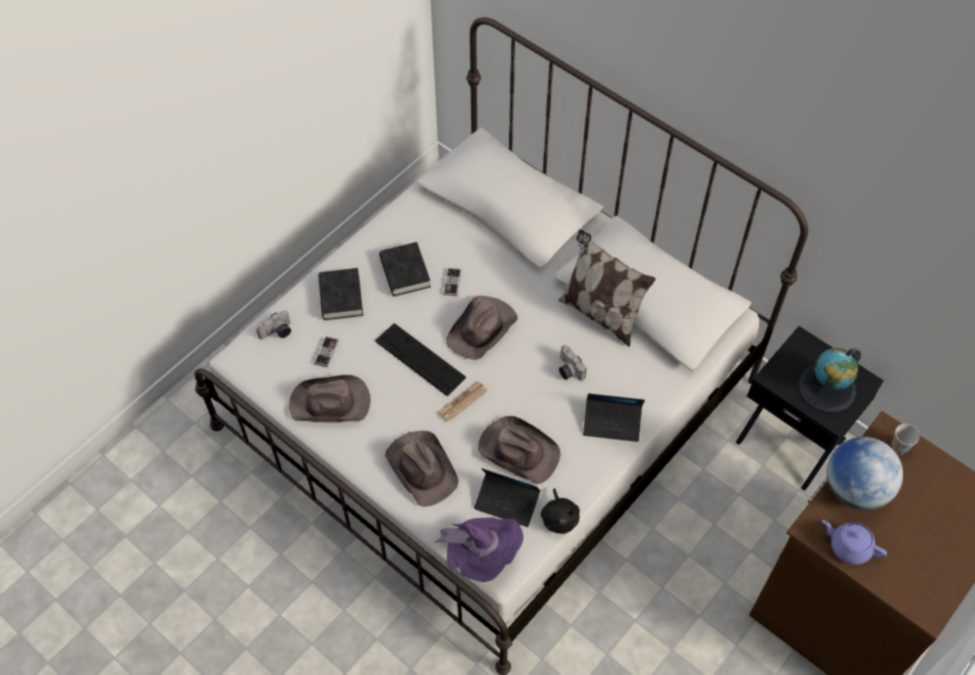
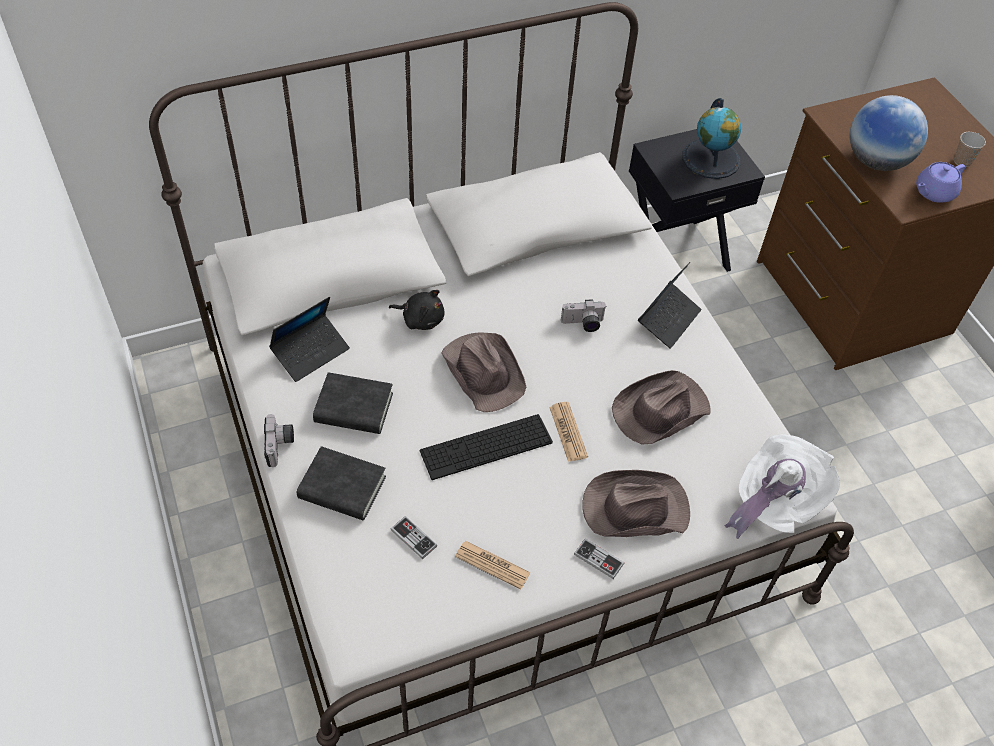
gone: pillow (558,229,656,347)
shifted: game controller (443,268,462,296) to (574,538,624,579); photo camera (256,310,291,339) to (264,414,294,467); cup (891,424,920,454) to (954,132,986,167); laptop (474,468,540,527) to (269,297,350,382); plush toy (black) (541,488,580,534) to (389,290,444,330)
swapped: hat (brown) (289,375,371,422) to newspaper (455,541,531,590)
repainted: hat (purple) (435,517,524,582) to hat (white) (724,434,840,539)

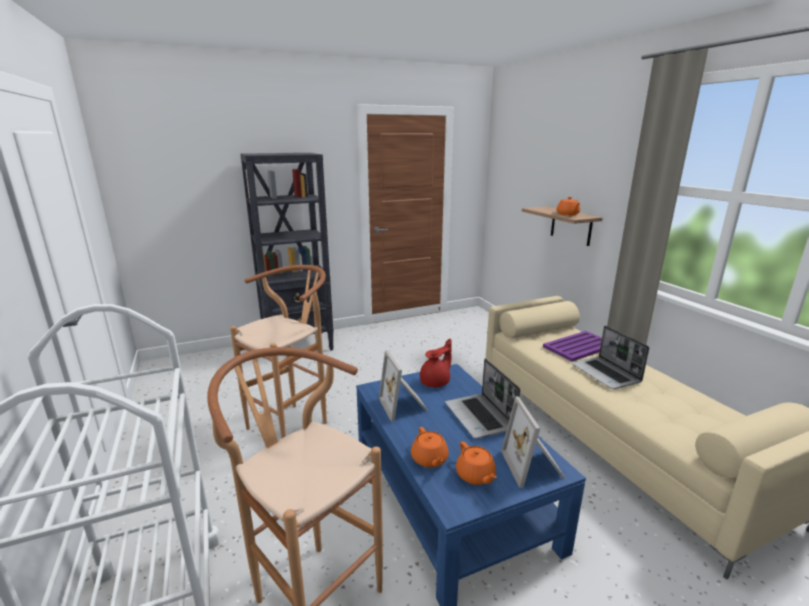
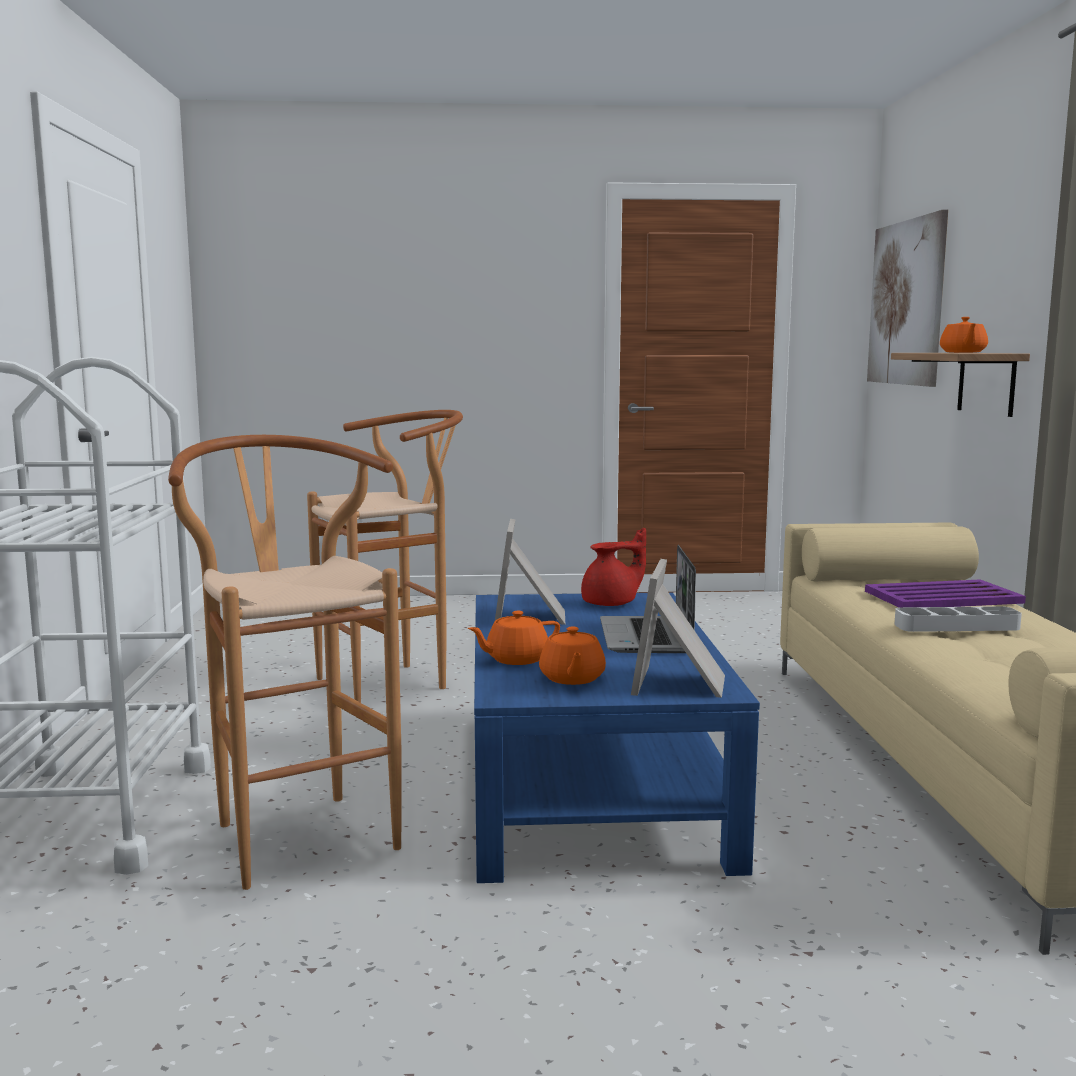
gone: bookcase (black) (241,153,334,357)
new: picture (867,210,948,387)
swapped: laptop (571,326,649,389) to tray (grey) (894,606,1022,632)
rotated: teapot (orange) (411,427,448,468) = (468,611,560,665) 60 degrees clockwise

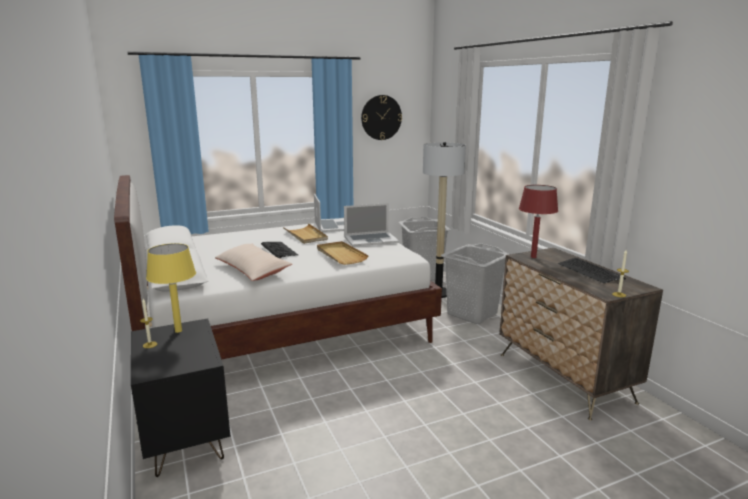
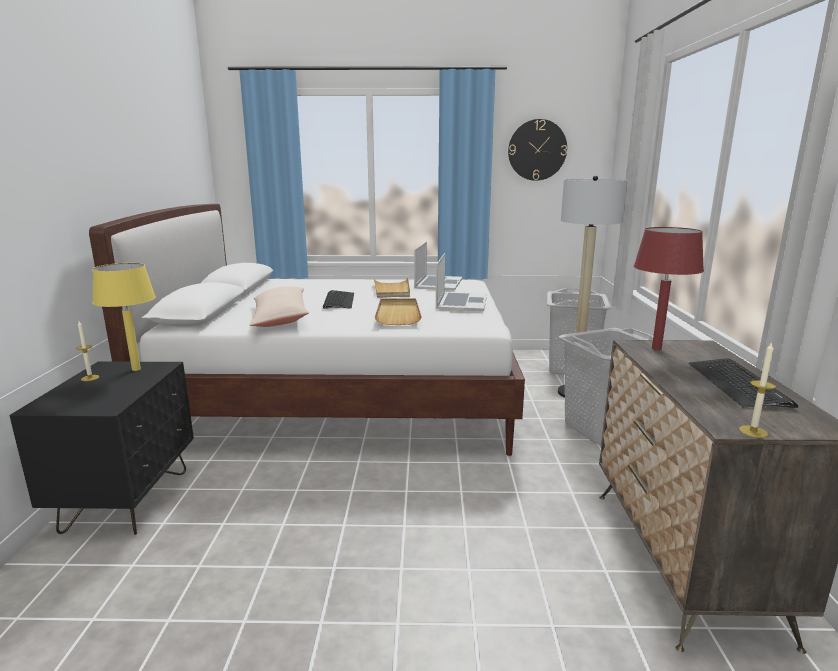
rotated: laptop (344,203,399,247) = (436,253,487,311) 90 degrees counterclockwise

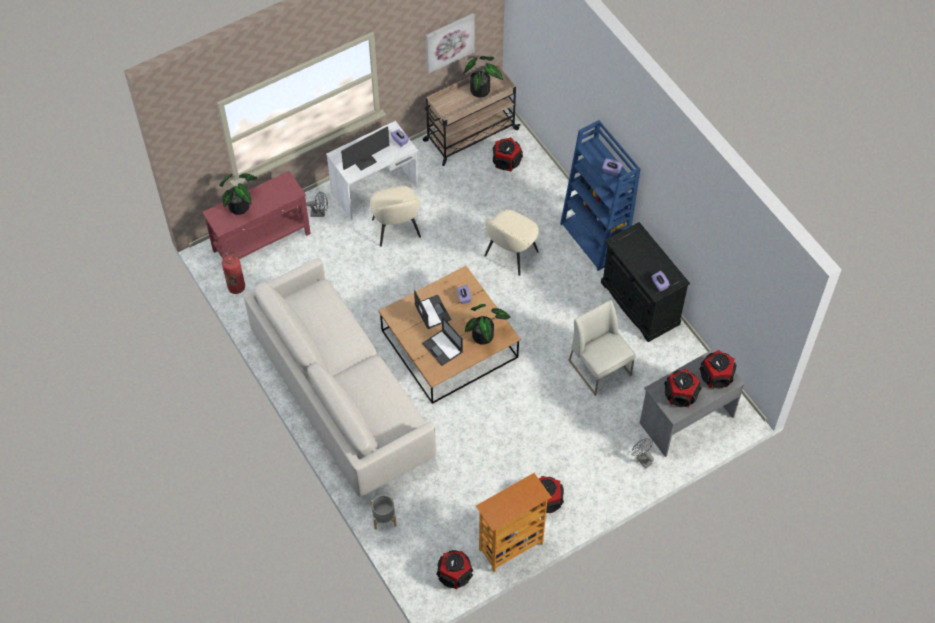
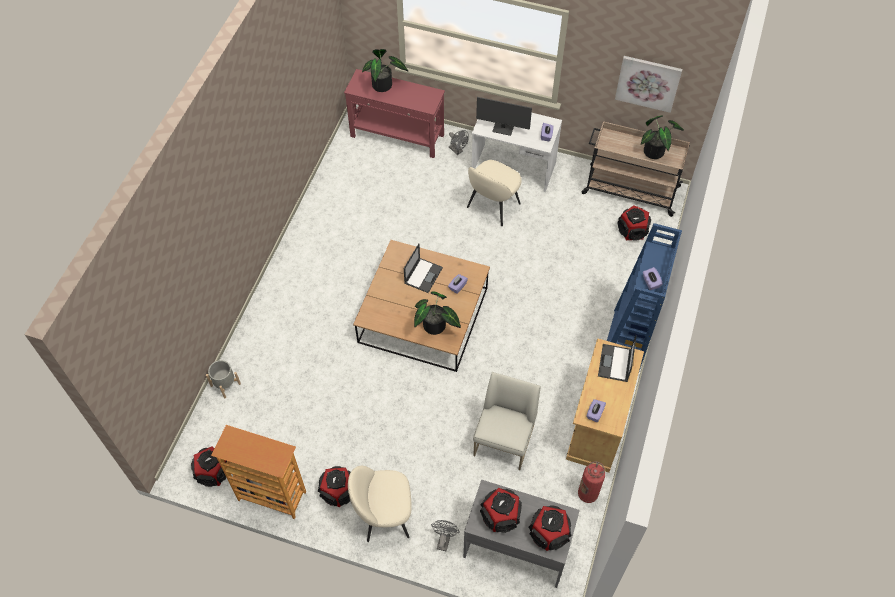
gone: sofa (white) (243,258,436,497)
shifted: chair (beige) (484,209,539,276) to (348,466,412,542); fire extinguisher (222,251,245,294) to (578,461,605,503); laptop (422,316,463,366) to (598,335,636,382)
repainted: cabinet (black) (601,222,690,342) to cabinet (beige) (566,338,644,473)

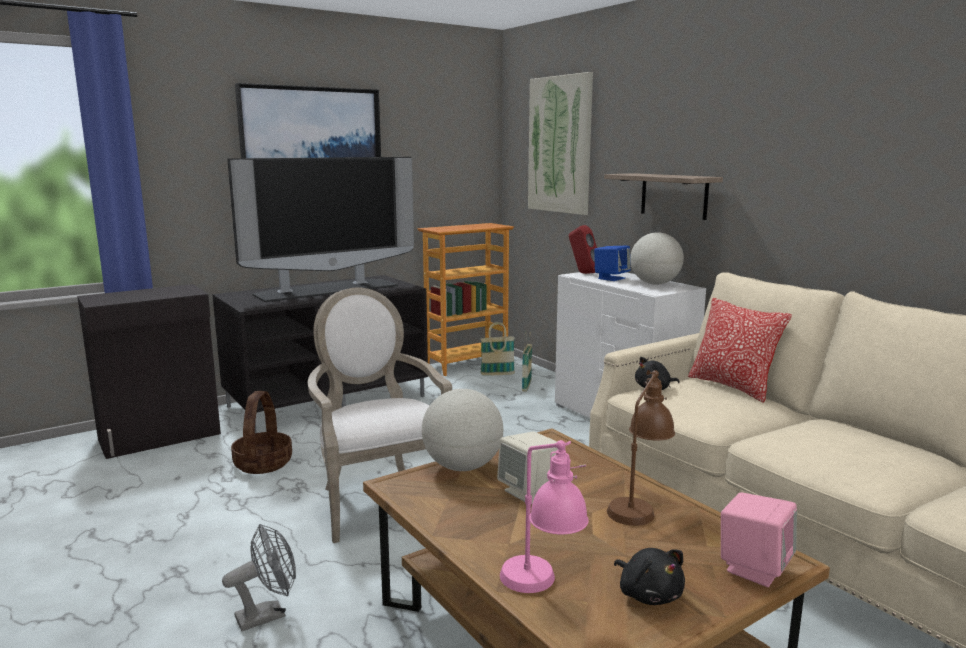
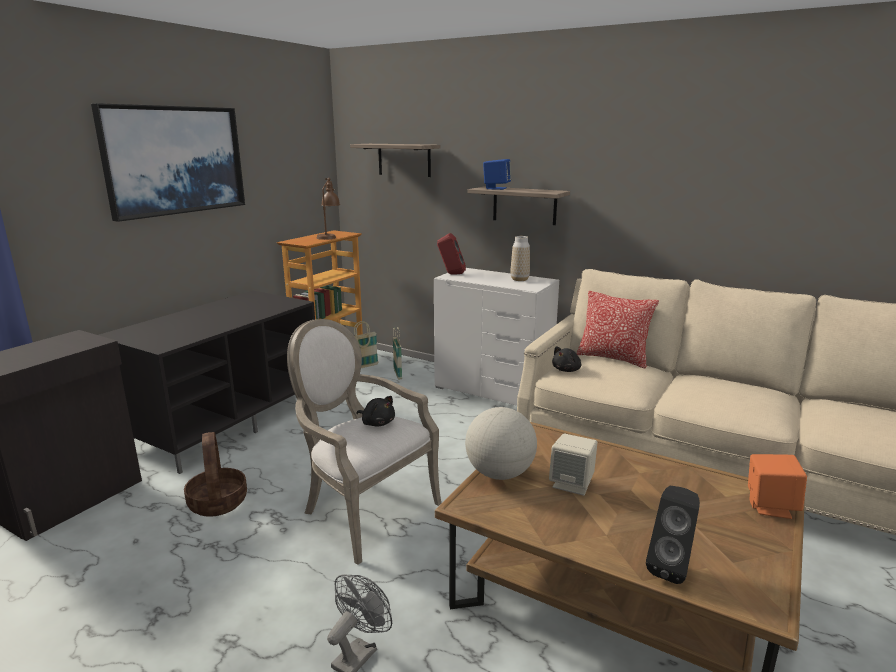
gone: television (227,157,414,302)
shifted: speaker (blue) (594,246,630,281) to (483,159,511,190); table lamp (brown) (607,370,675,526) to (317,178,340,240); plush toy (black) (614,548,685,605) to (356,396,395,426)
swapped: picture (528,72,593,215) to shelf (350,144,440,177); globe (630,232,684,285) to vase (510,236,530,281); table lamp (pink) (500,440,589,593) to speaker (black) (646,486,700,584)
repainted: speaker (pink) (721,492,797,587) to speaker (orange) (748,454,807,519)

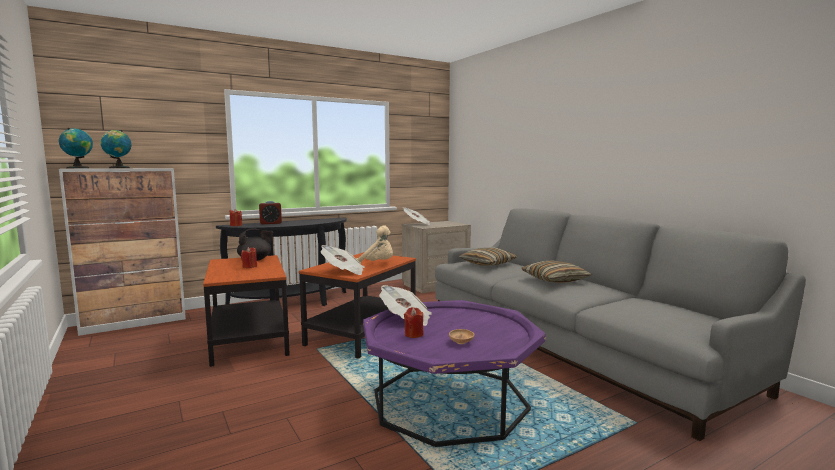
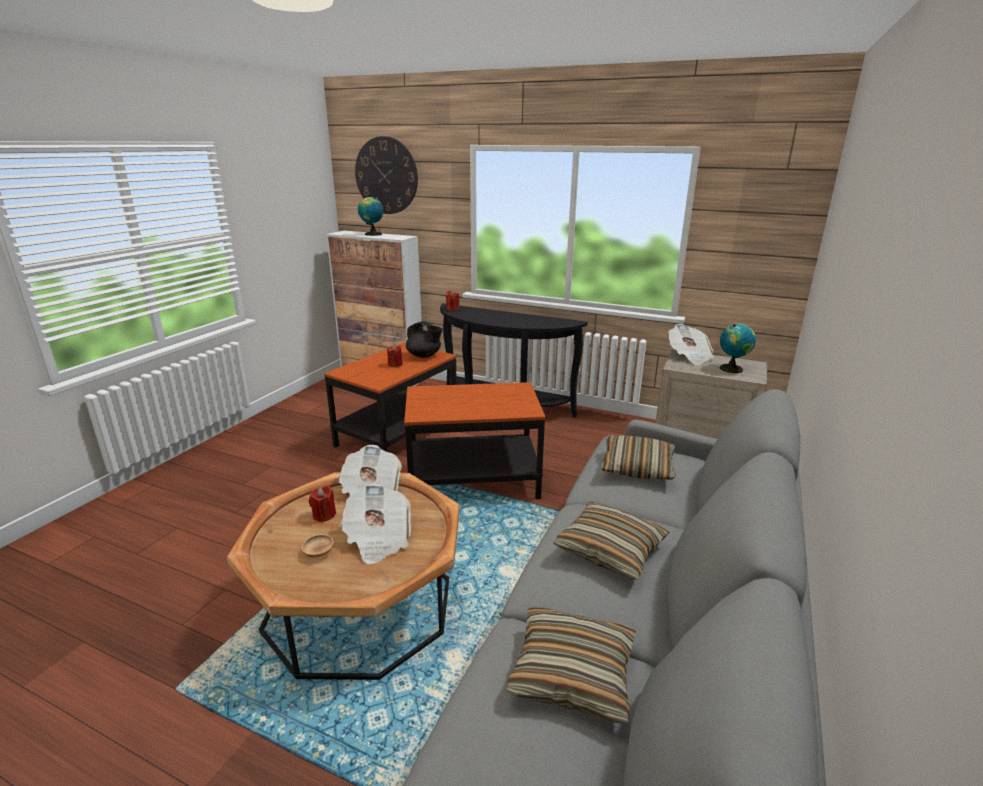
gone: alarm clock (259,201,282,224); plush toy (beige) (356,225,393,263)
new: wall clock (355,136,418,214); pillow (507,606,636,724)
shifted: globe (59,128,93,169) to (720,324,756,373); newspaper (320,245,365,275) to (340,483,411,564)
repainted: coffee table (purple) (363,300,546,447) to coffee table (brown) (227,472,459,680)

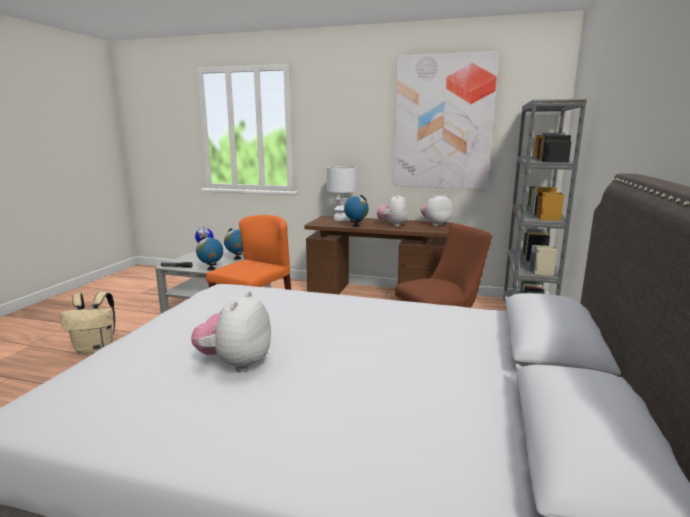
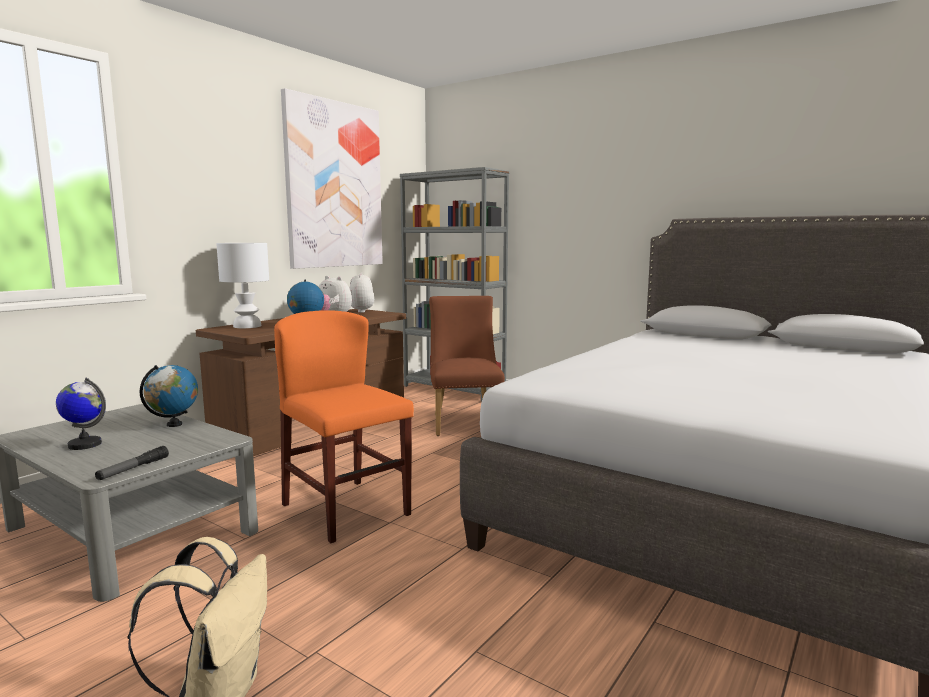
gone: globe (196,236,223,271); plush toy (191,291,271,372)

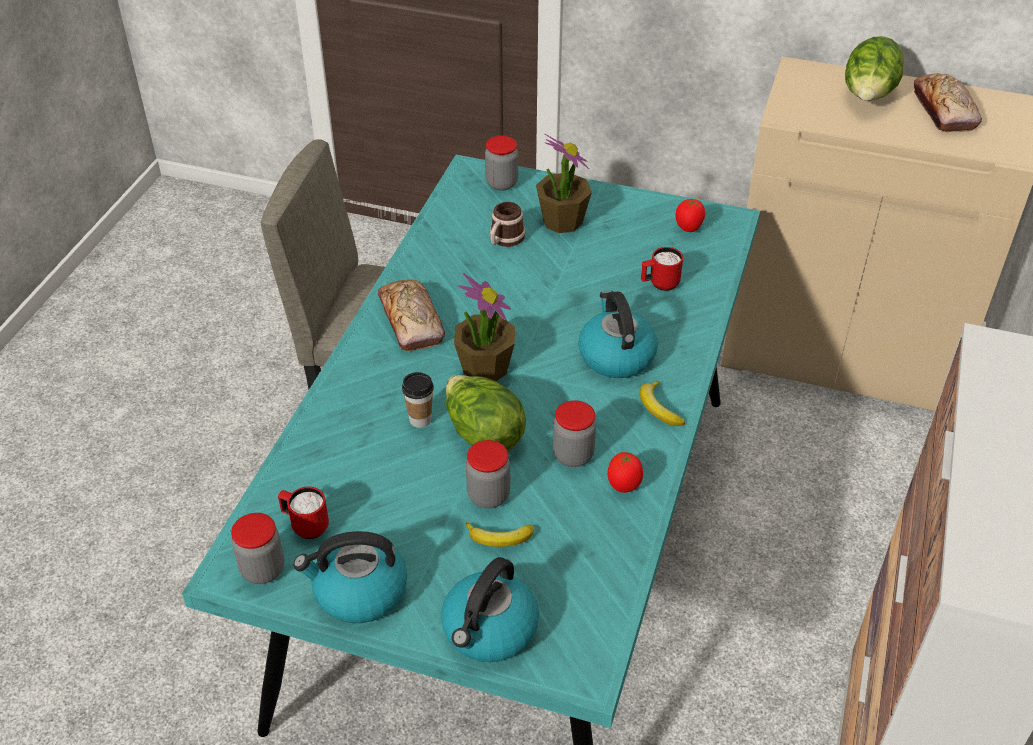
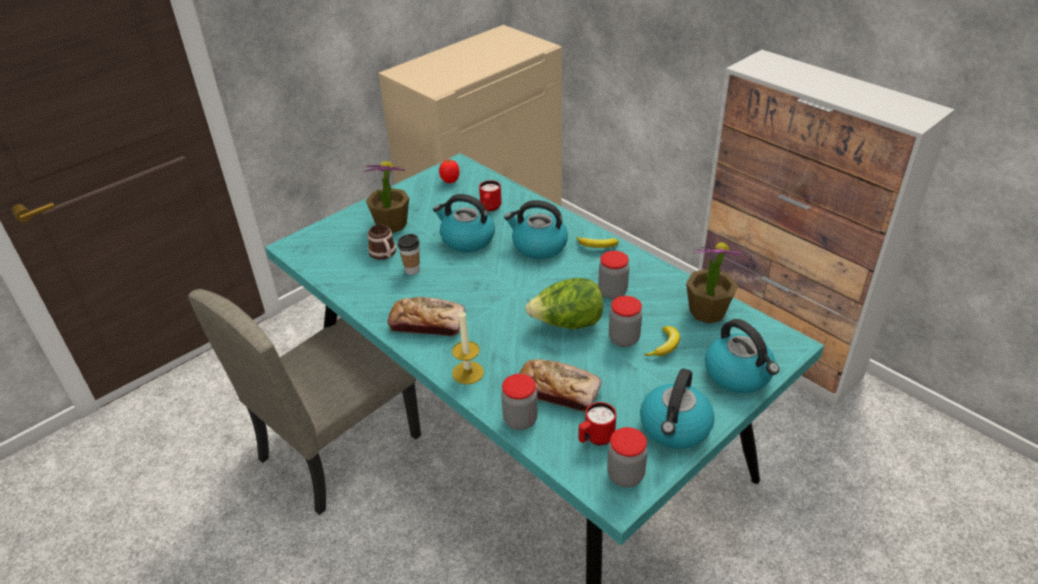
gone: lettuce (845,36,904,101); tomato (608,452,643,493)
new: kettle (433,194,495,252); candle (452,308,484,384)
shifted: bread (914,73,982,132) to (519,359,602,412); jar (485,136,518,191) to (501,374,538,430); potted plant (454,273,515,381) to (686,242,744,324); cup (402,372,434,428) to (398,234,420,275)

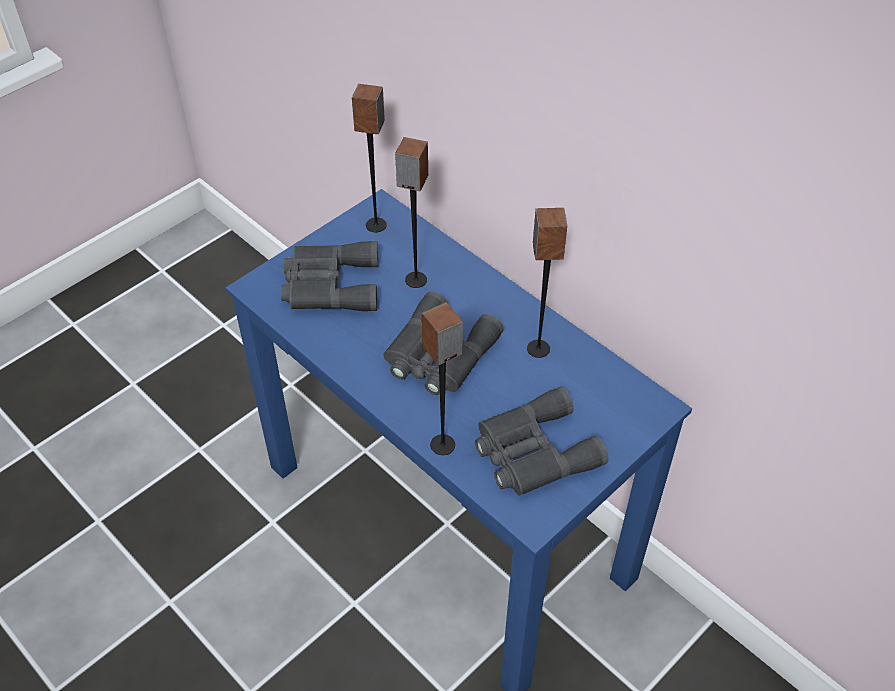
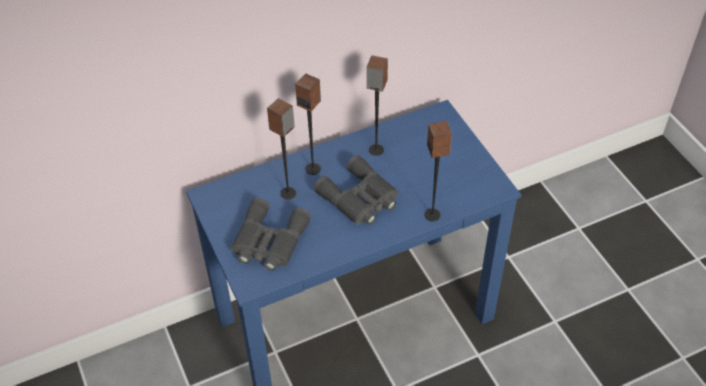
gone: binoculars (grey) (475,386,609,496)
shifted: speaker (352,84,387,232) to (295,74,321,175)

